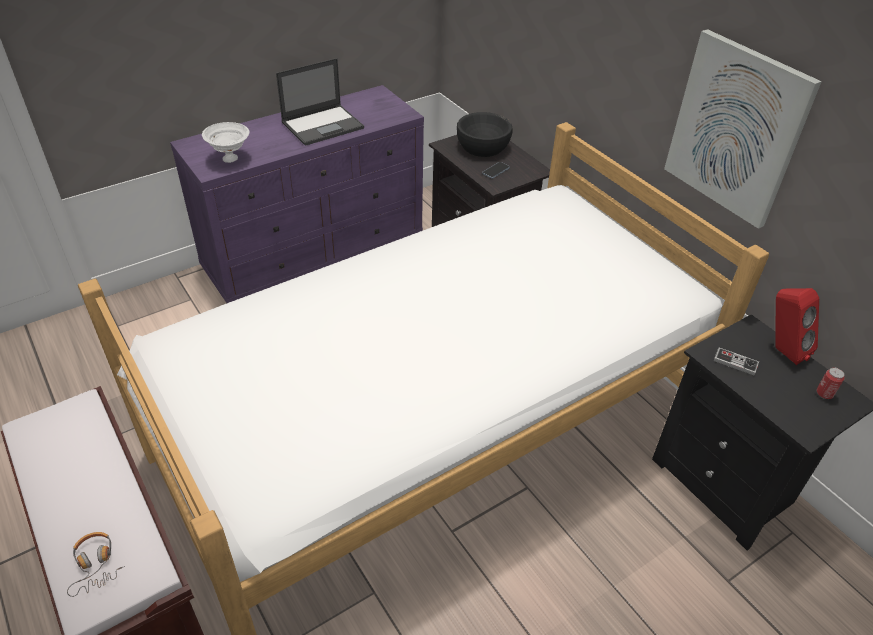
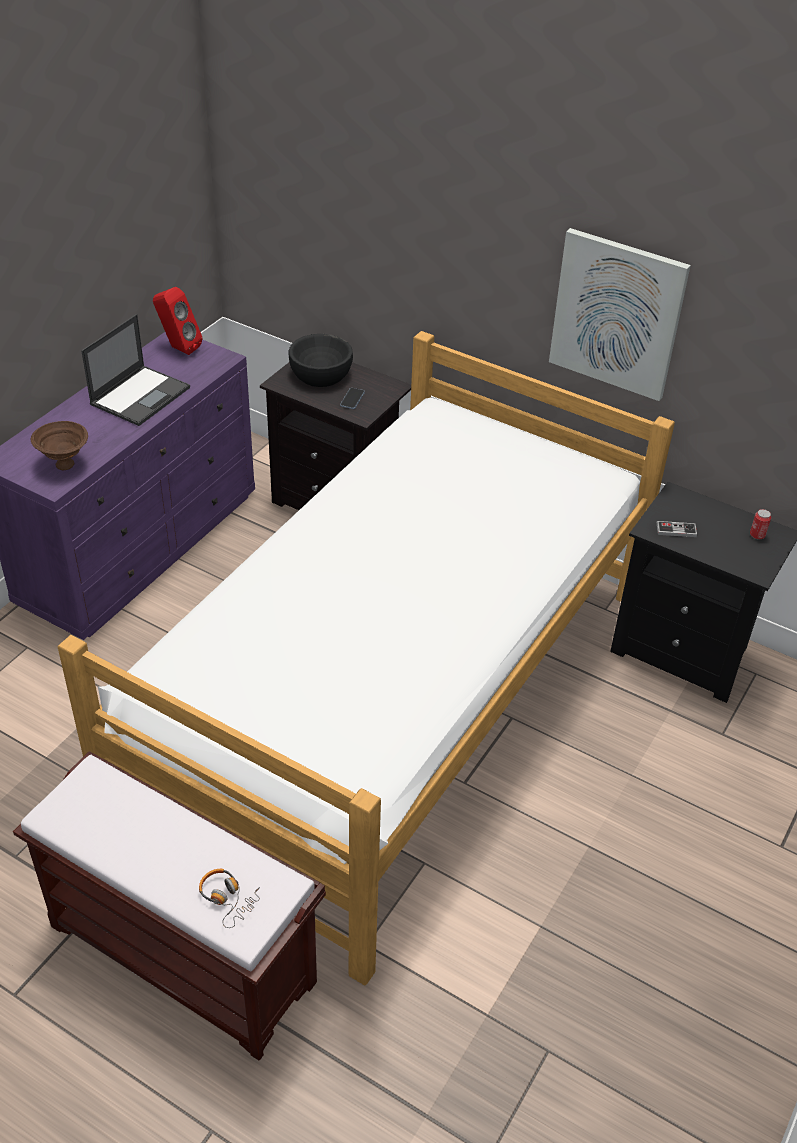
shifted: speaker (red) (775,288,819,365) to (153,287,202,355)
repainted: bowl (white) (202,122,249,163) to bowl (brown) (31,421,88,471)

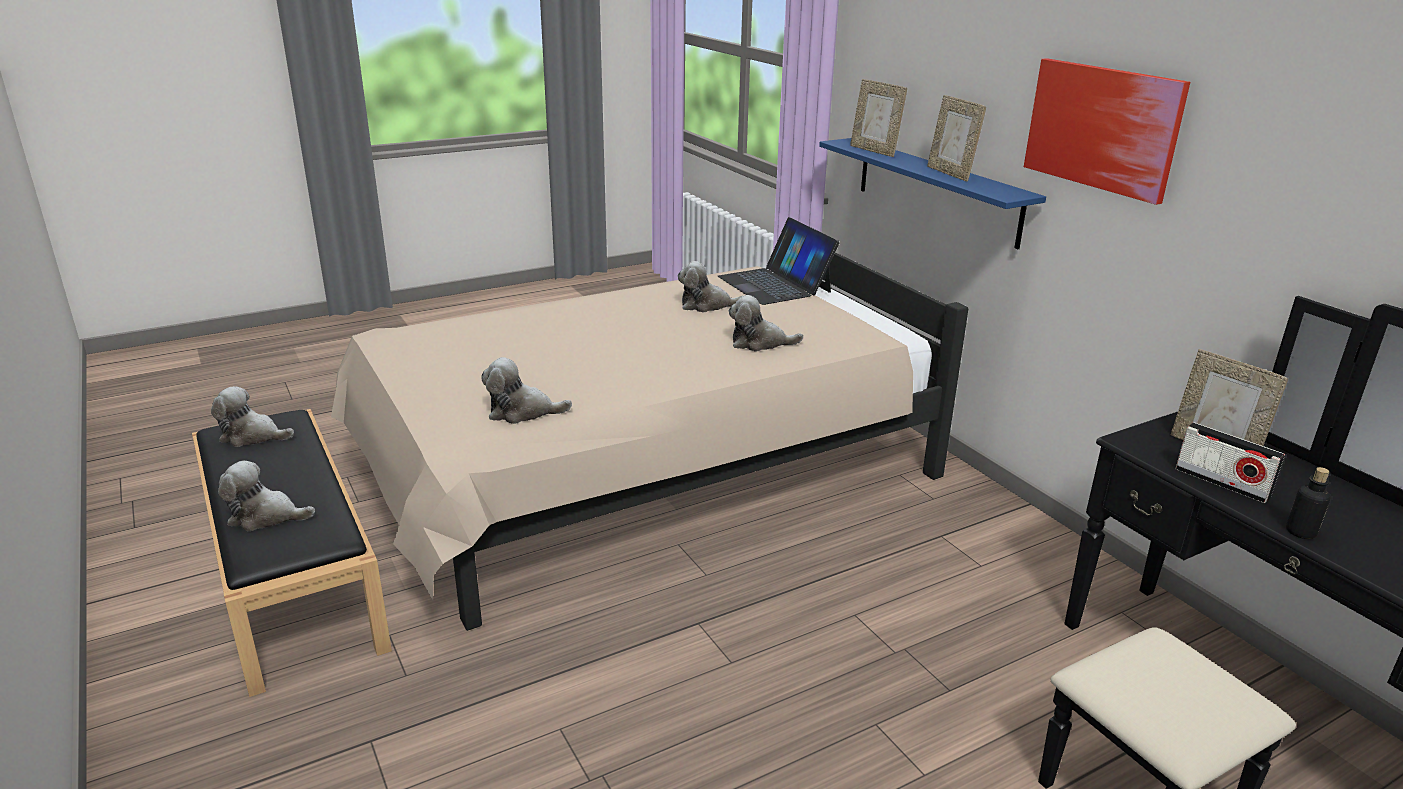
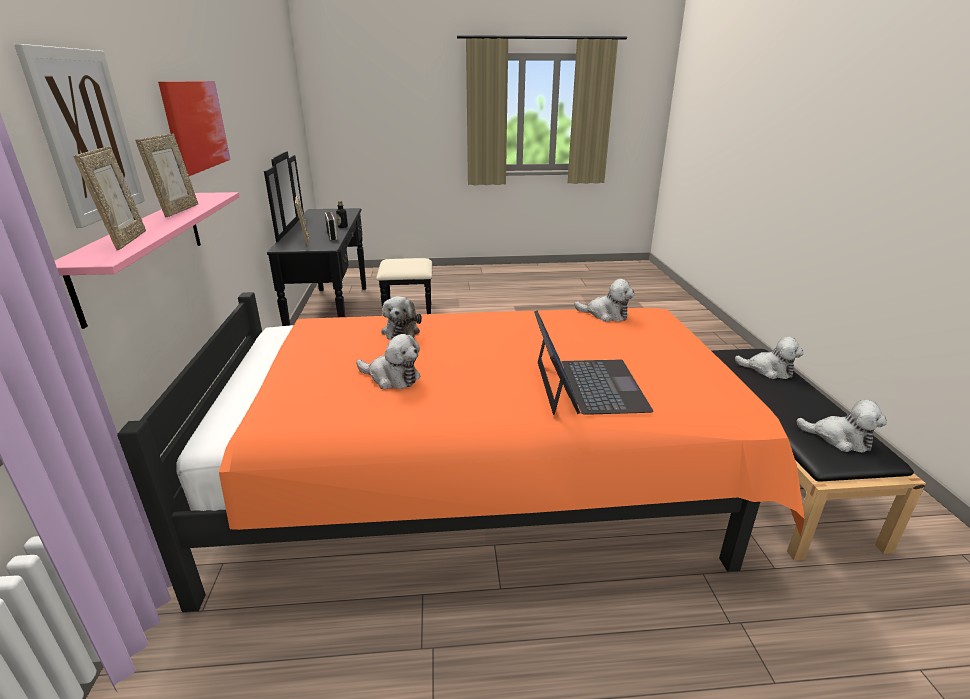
new: picture (14,44,145,228)
shifted: laptop (718,217,839,305) to (534,310,653,415)
repainted: shelf (blue) (819,138,1046,249) to shelf (pink) (55,192,240,329); bed (beige) (331,252,968,631) to bed (orange) (117,292,805,612)
rotated: plush toy (729,295,803,351) = (381,296,422,340) 60 degrees clockwise

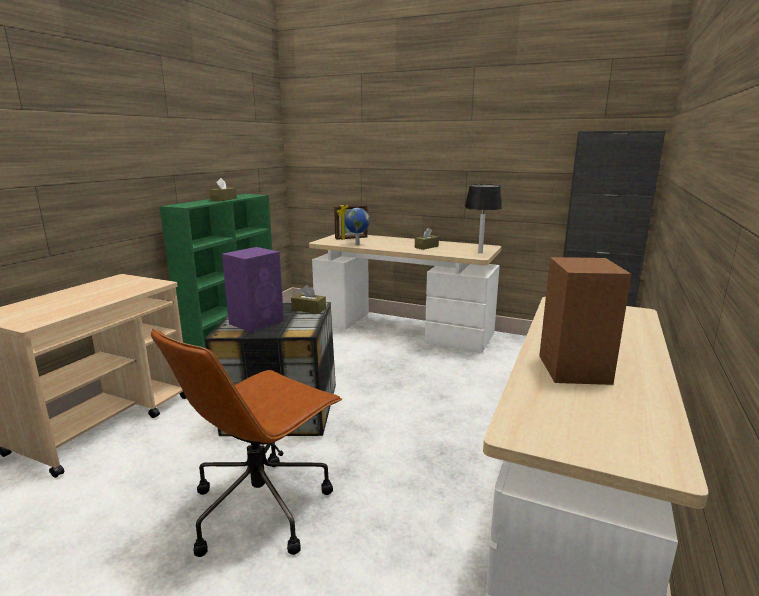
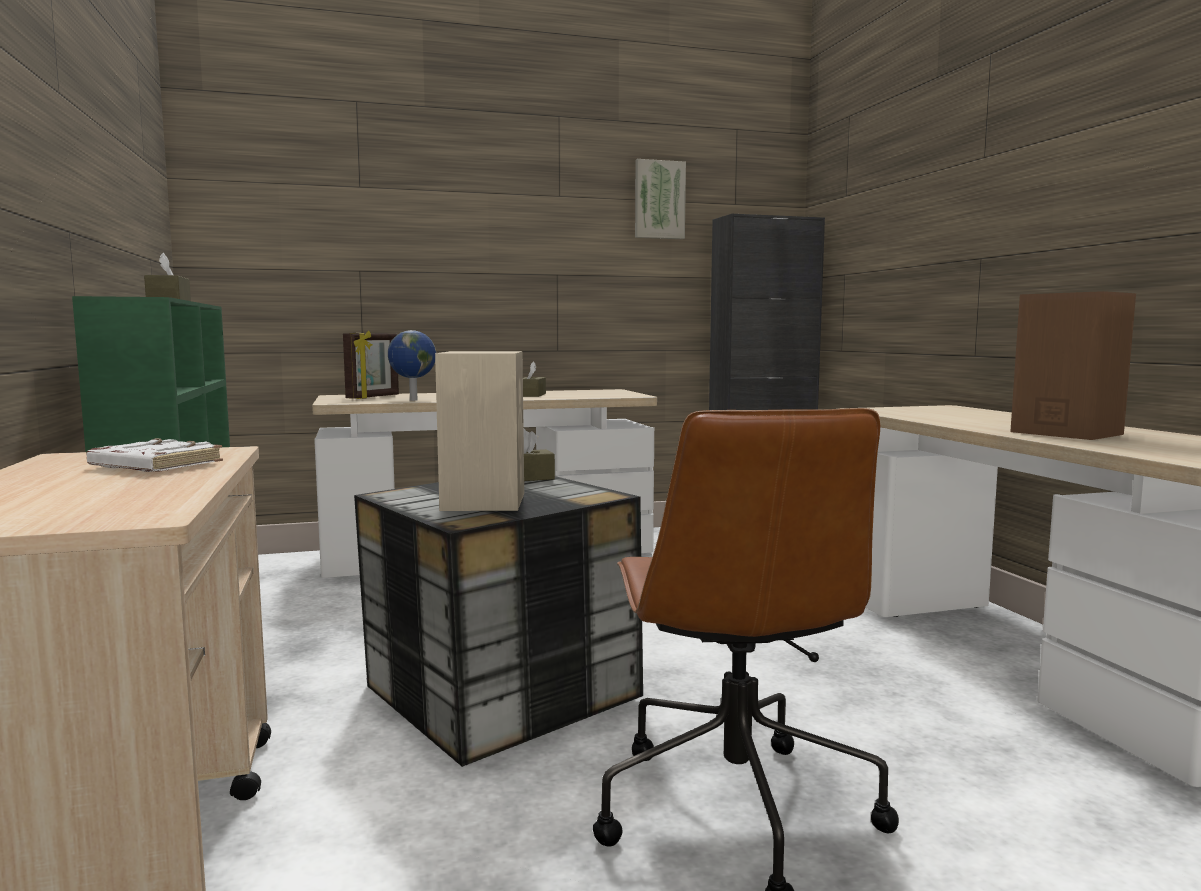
gone: table lamp (black) (465,184,502,253)
new: picture (635,159,686,239); book (white) (86,438,223,472)
repainted: speaker (purple) (222,247,284,333) to speaker (beige) (435,351,524,511)

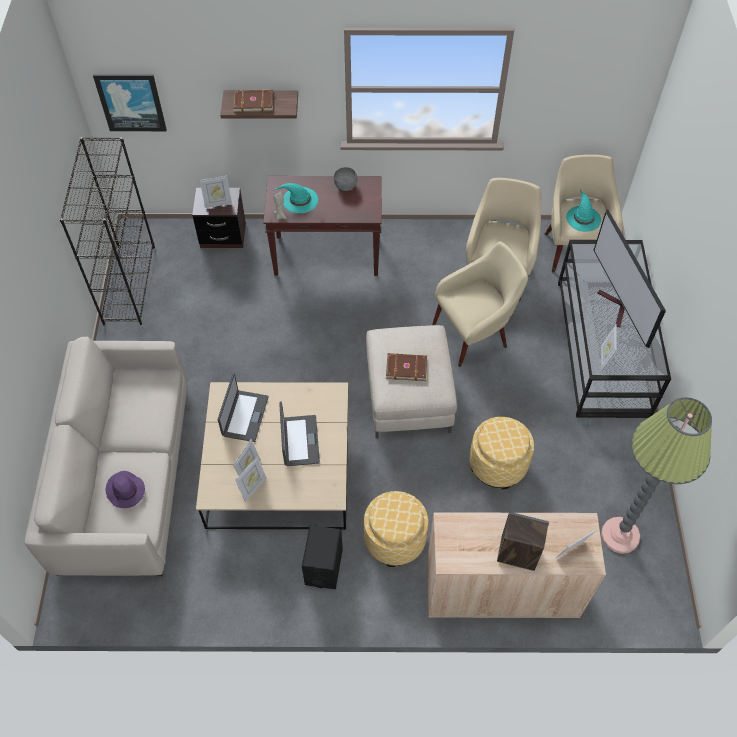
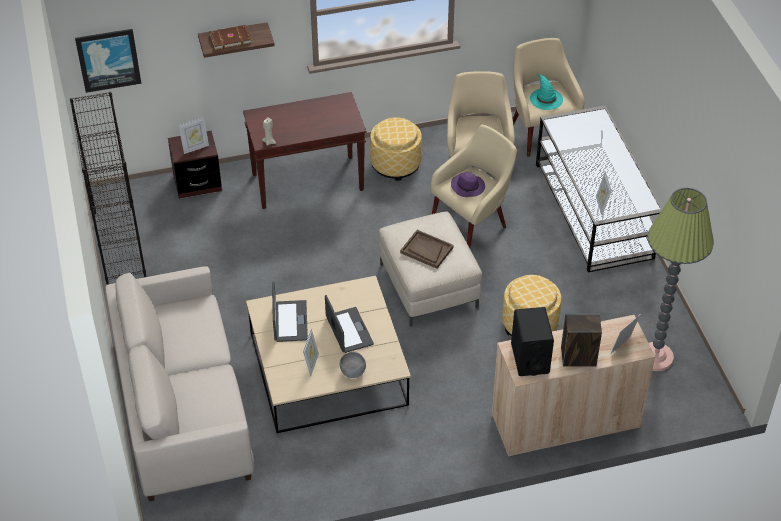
gone: hat (turquoise) (273,183,318,213); television (593,210,666,348); picture frame (235,456,267,502)
shifted: bowl (grey) (334,167,358,191) to (340,352,366,378); hat (purple) (106,471,145,508) to (451,172,485,197); ottoman (364,491,428,567) to (370,117,422,181); speaker (black) (302,524,343,589) to (511,307,554,376)
swapped: book (brown) (386,353,427,381) to tray (brown) (400,230,454,269)

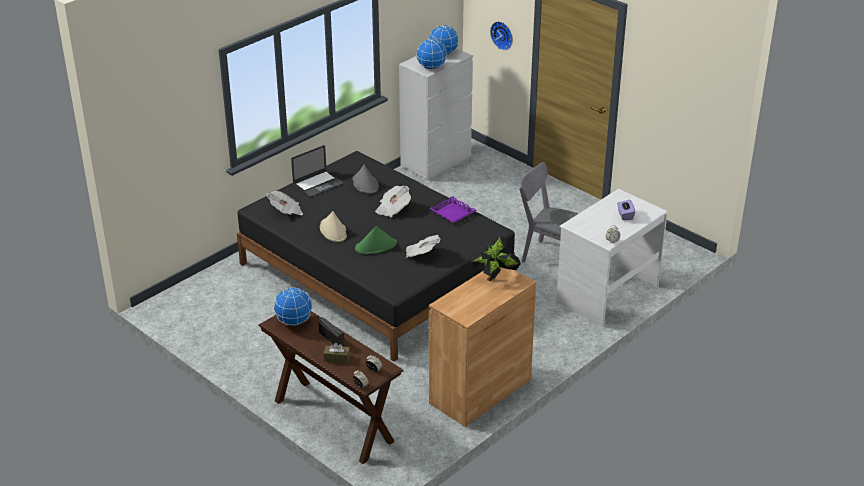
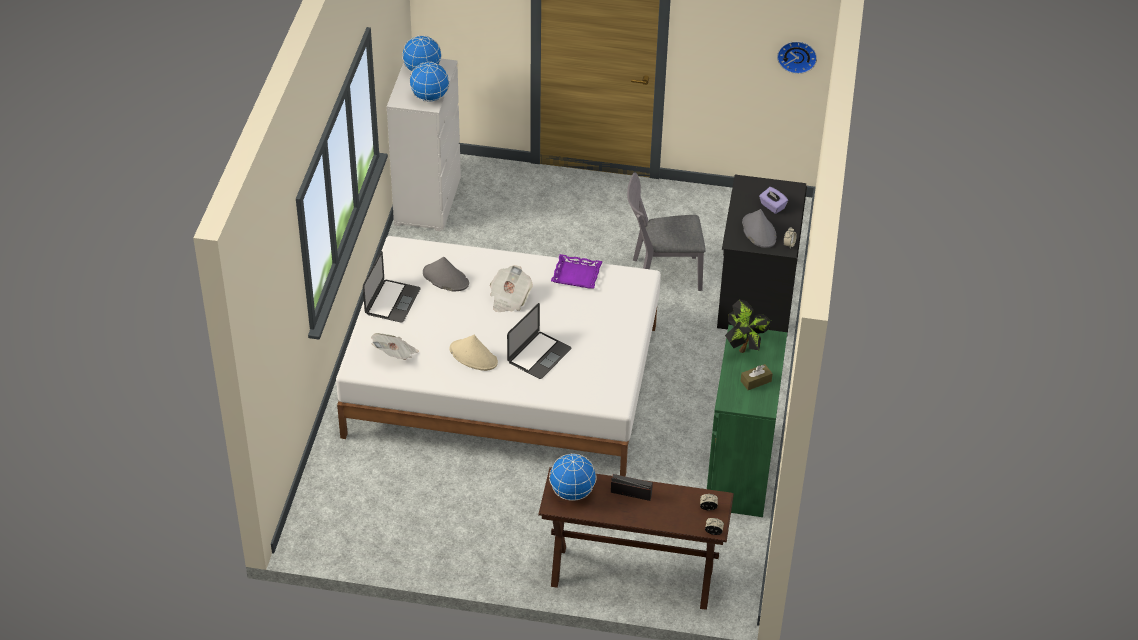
gone: newspaper (406,235,440,258)
new: hat (grey) (742,209,776,248)
shifted: wall clock (490,21,513,50) to (777,41,817,74); tissue box (brown) (323,343,350,363) to (741,364,773,390)
swapped: hat (green) (355,226,397,254) to laptop (507,303,571,379)
repainted: bed (black) (237,151,515,362) to bed (white) (336,236,661,477); desk (white) (556,189,668,327) to desk (black) (717,175,807,334); cabinet (brown) (429,267,536,427) to cabinet (green) (707,325,787,517)

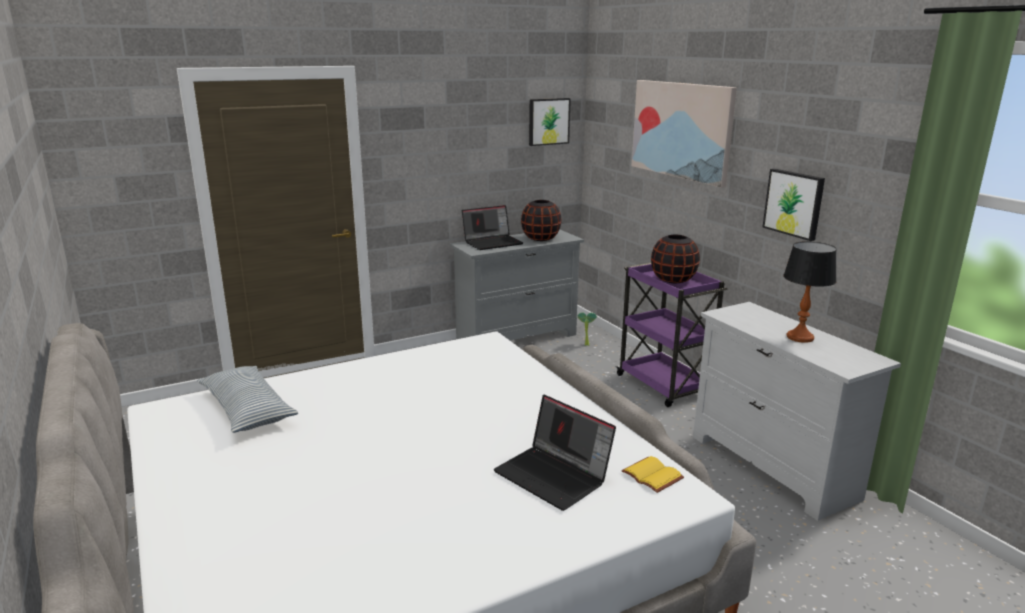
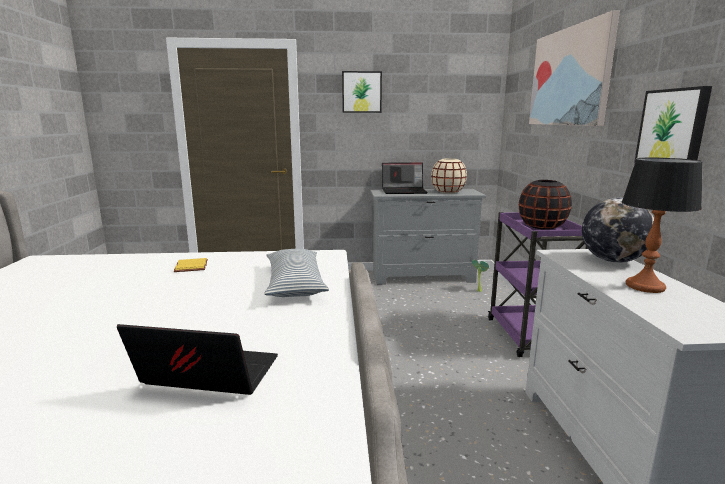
new: globe (582,197,654,263)
shifted: picture (529,98,571,146) to (342,71,382,113); pillow (197,366,298,433) to (264,249,329,297); book (yellow) (621,456,684,493) to (174,258,208,272)
repainted: vase (black) (521,200,561,241) to vase (beige) (431,158,467,194)
rotated: laptop (494,394,616,511) = (117,324,278,395) 120 degrees clockwise

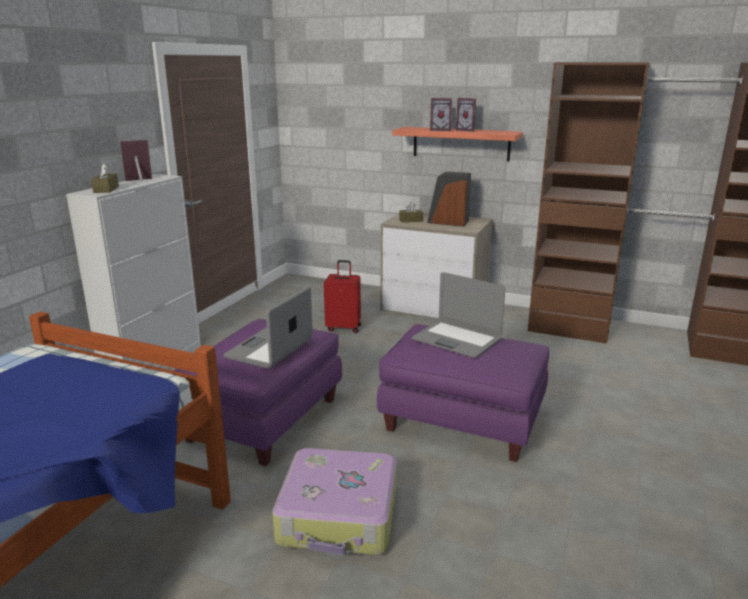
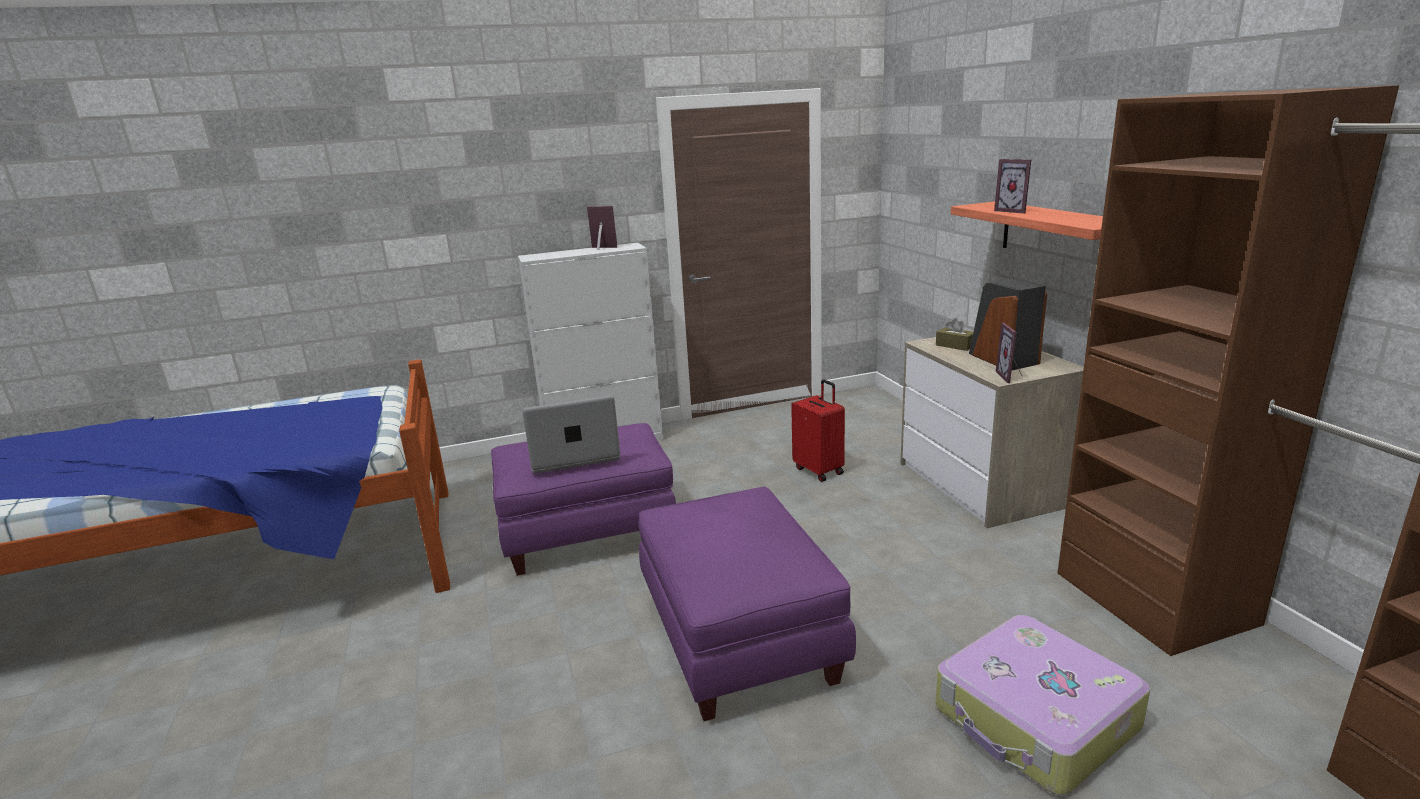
gone: tissue box (brown) (91,163,119,193); laptop (412,272,506,358)
shifted: picture frame (456,98,476,132) to (996,323,1022,383); suitcase (272,448,397,555) to (935,615,1150,795)

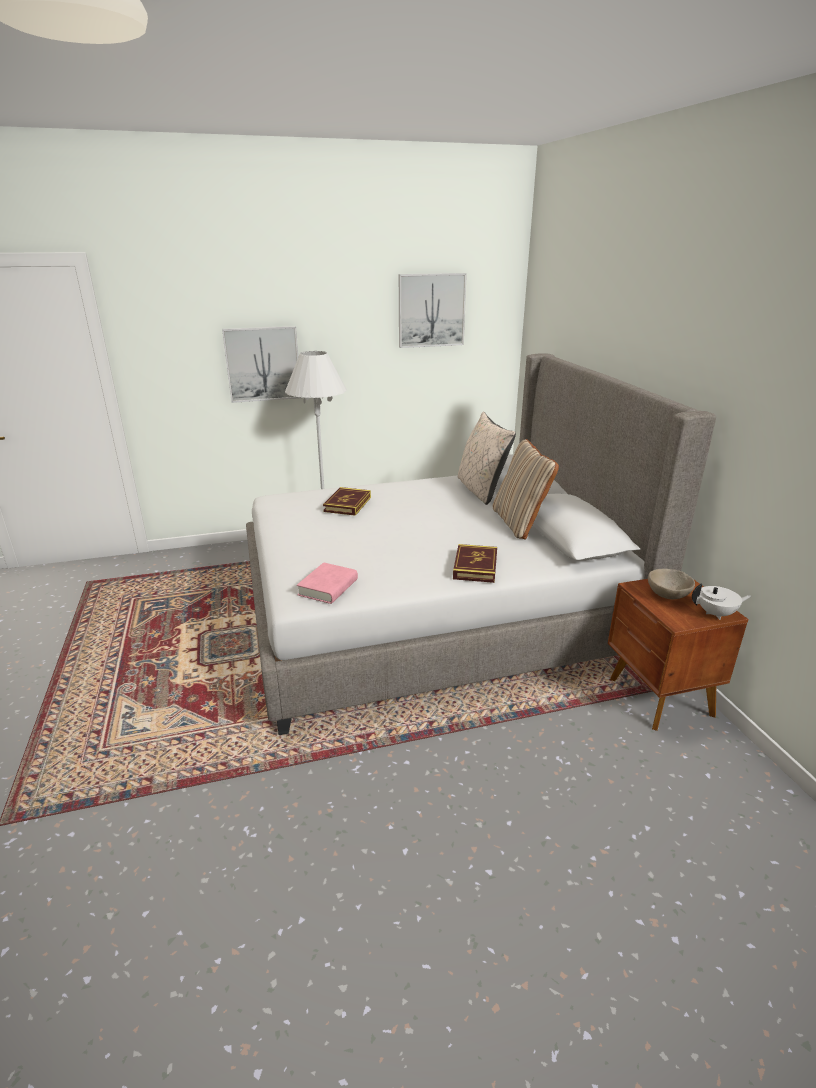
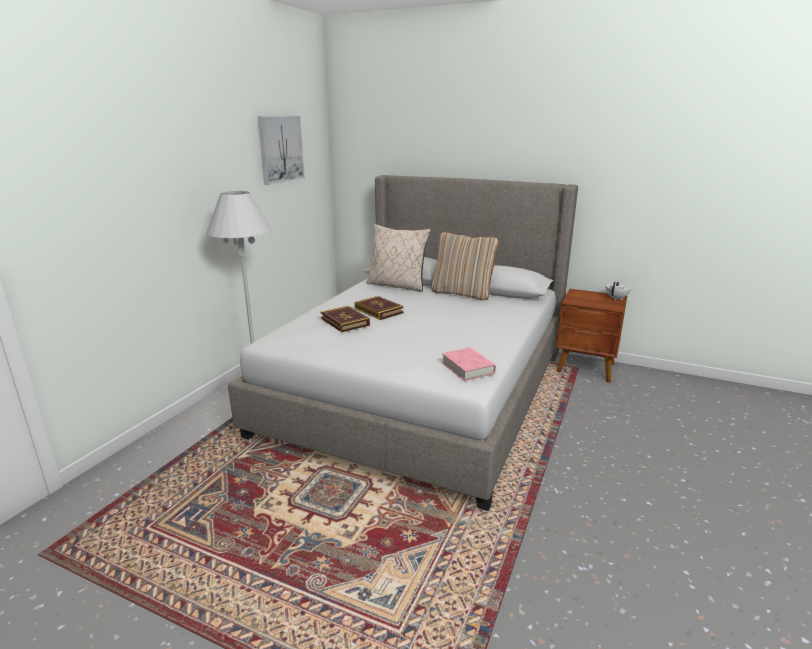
gone: picture (222,326,302,403); bowl (beige) (648,569,695,599)
shifted: book (453,544,497,583) to (354,296,404,320)

